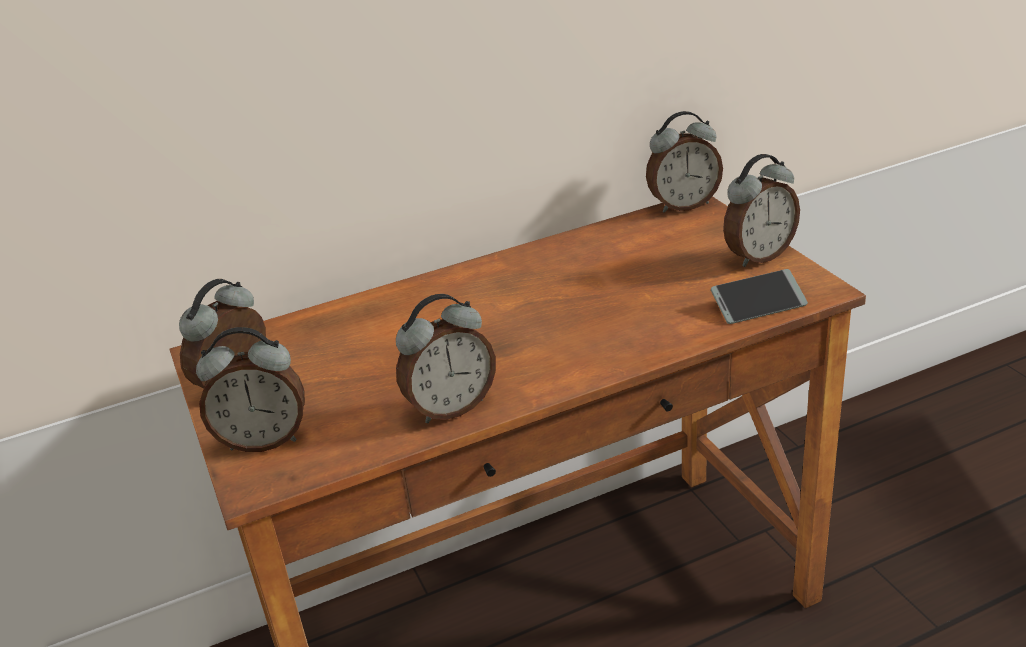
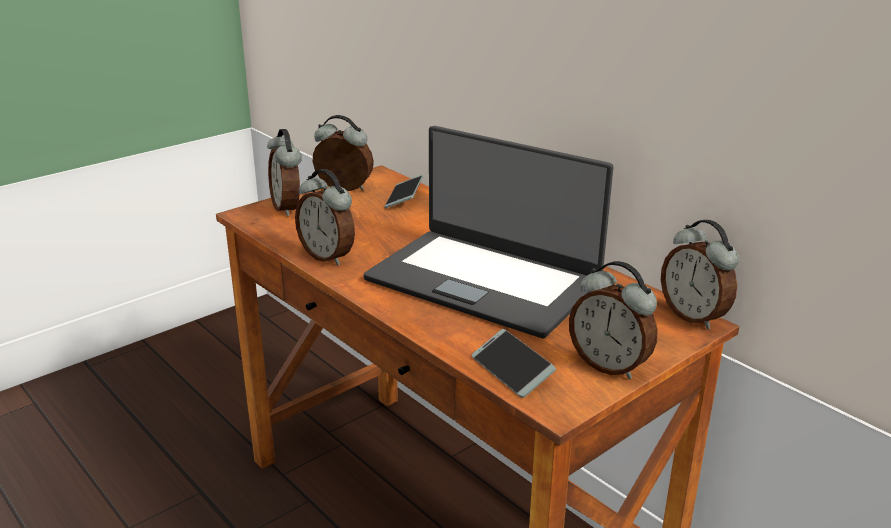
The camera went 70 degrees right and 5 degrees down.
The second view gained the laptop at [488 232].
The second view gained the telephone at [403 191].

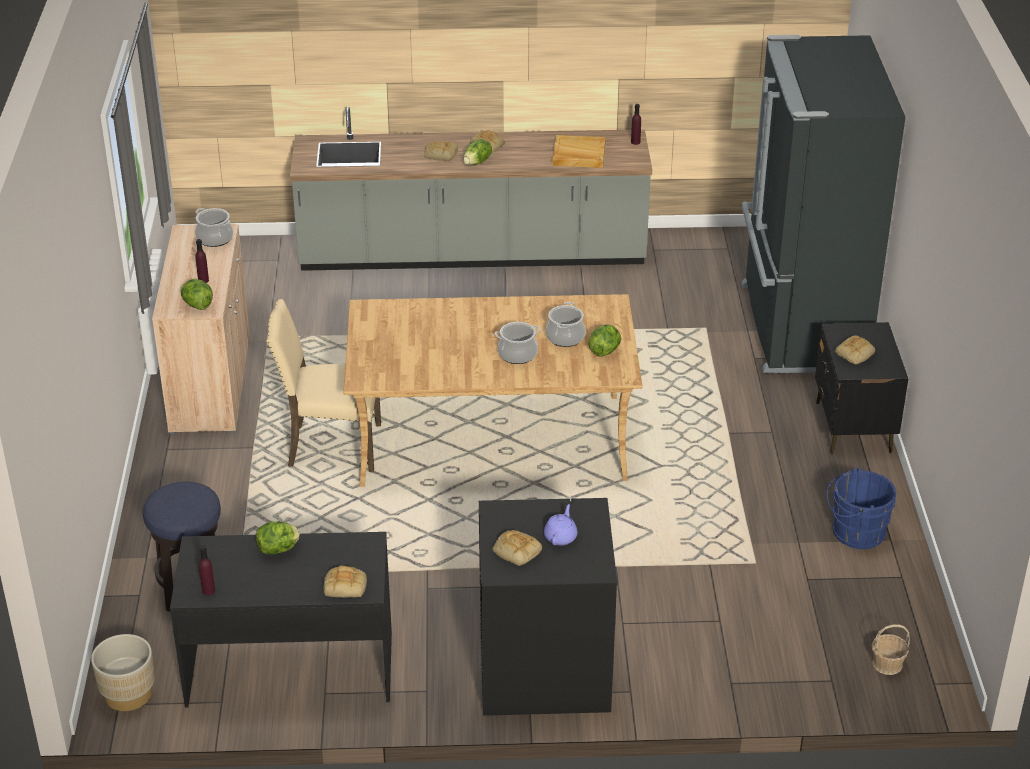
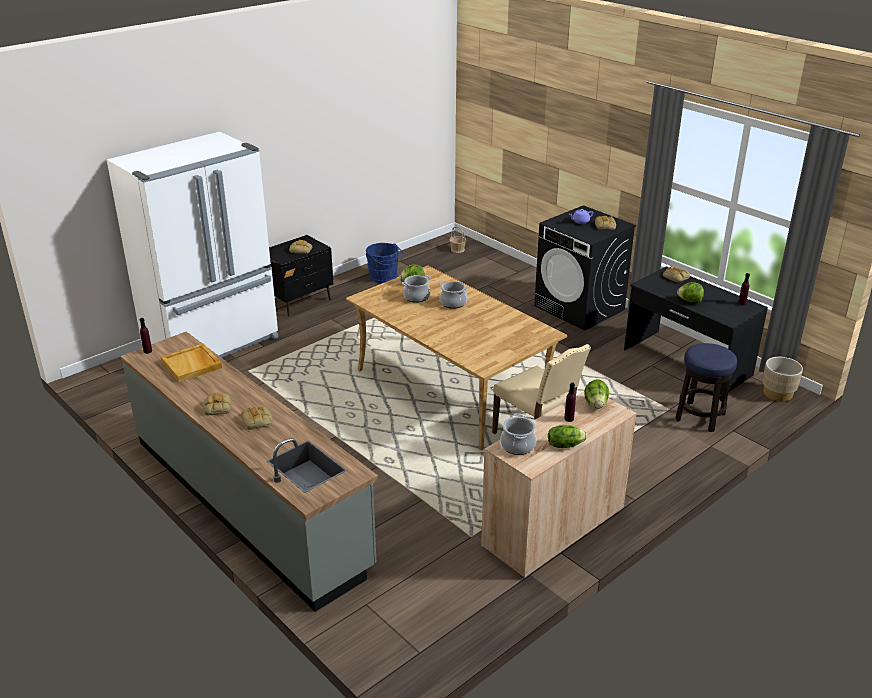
The camera went 130 degrees left and 5 degrees down.
The lettuce ended up elsewhere, having gone from [477 152] to [567 436].
What was the black-coloured kitchen fridge at [823 204] turned into the white-coloured kitchen fridge at [193 245].

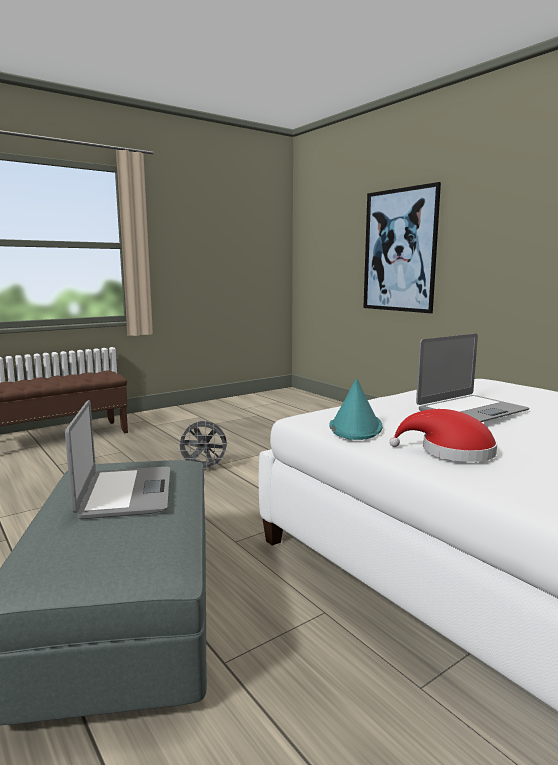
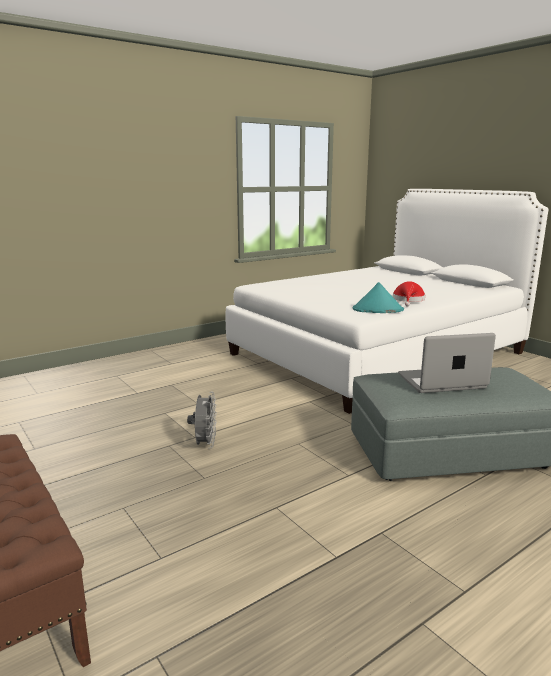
The camera went 90 degrees left and 5 degrees up.
The second view lost the wall art at [402 247].
The second view lost the laptop at [472 378].

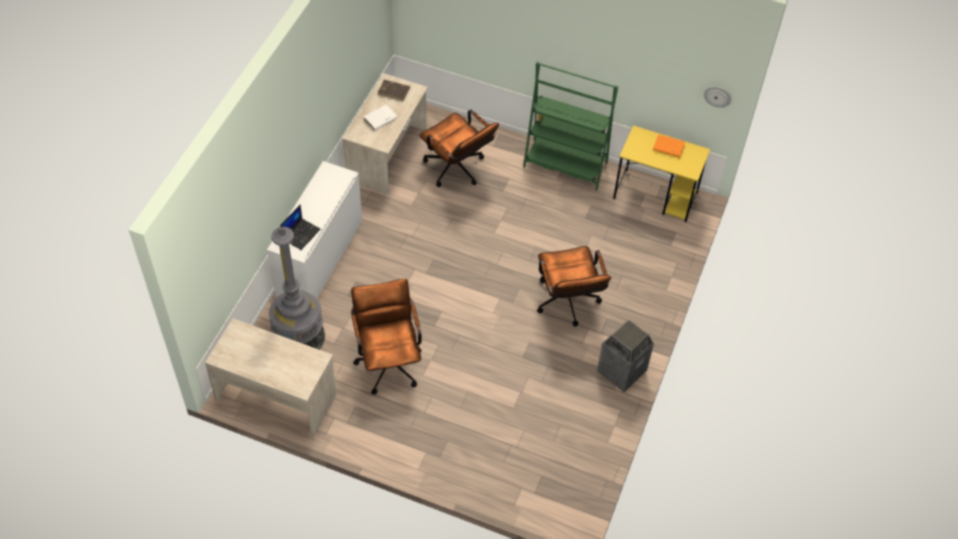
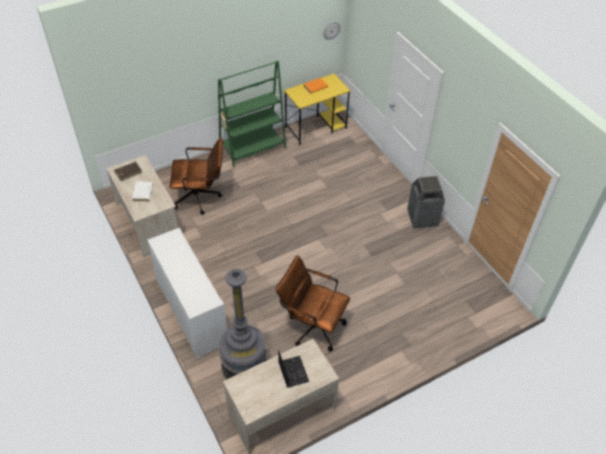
The camera went 50 degrees left and 5 degrees down.
The second view lost the brown-coloured computer chair at [574 286].
The laptop ended up elsewhere, having gone from [300 227] to [293 369].

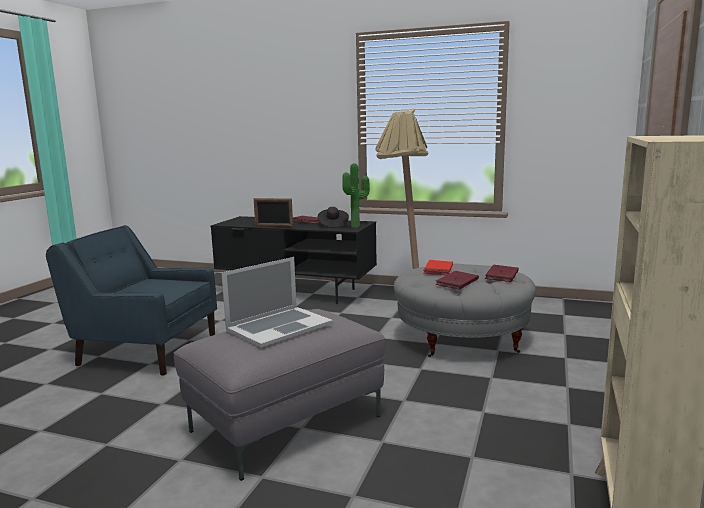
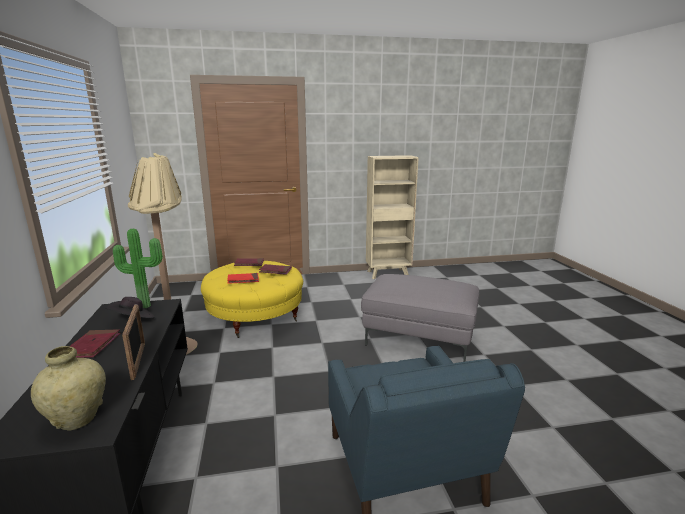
The camera went 120 degrees left and 5 degrees up.
The second view lost the laptop at [277 302].
The second view gained the beige decorative vase at [68 388].
What was the greyish pouffe at [465 310] turned into the yellowish pouffe at [252 299].

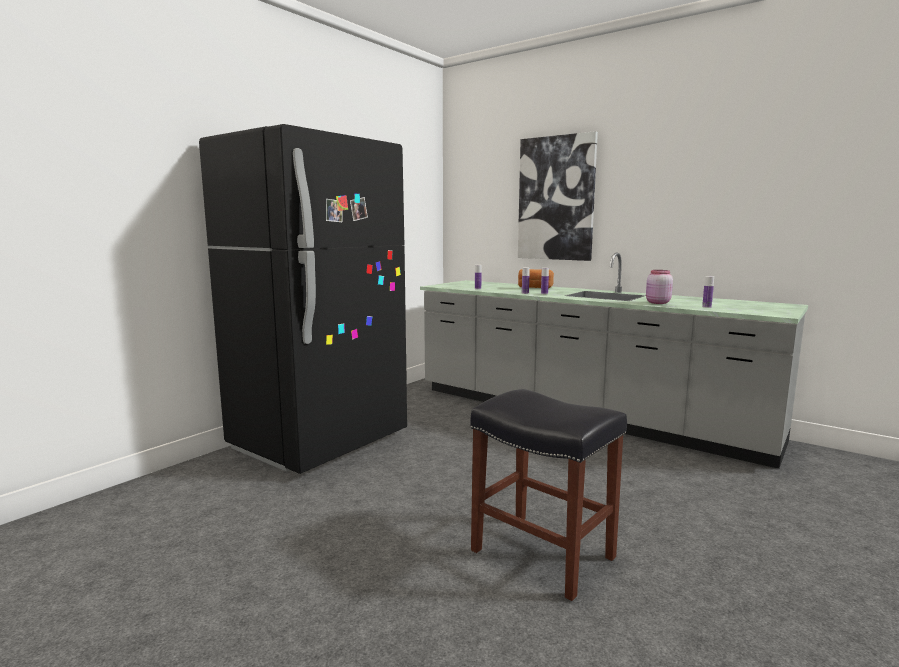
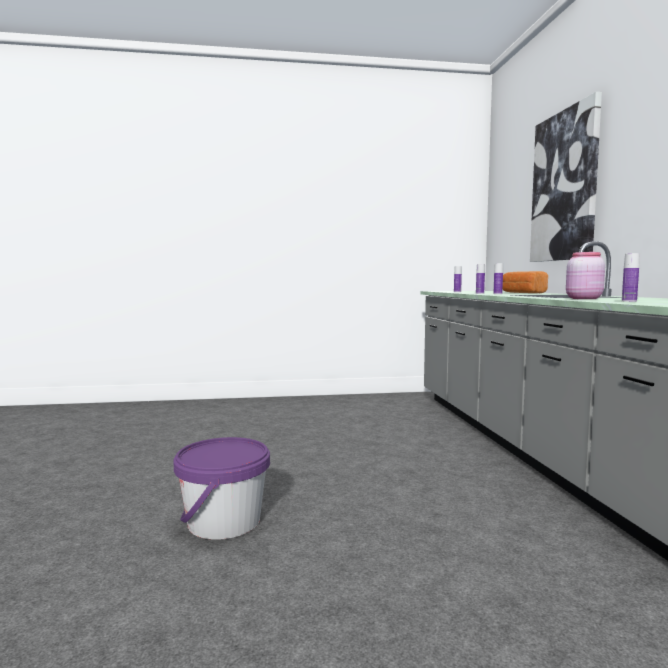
The camera went 45 degrees right and 5 degrees down.
The second view lost the black-coloured kitchen fridge at [303 299].
Where the black-coloured stool seat stood at [549 495], the purple-coloured water bucket came to stand at [222 488].

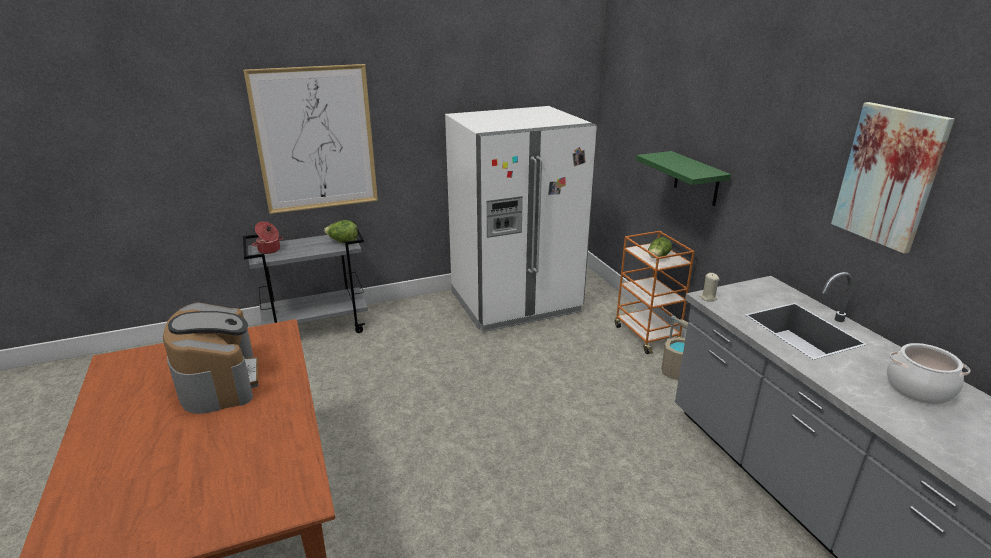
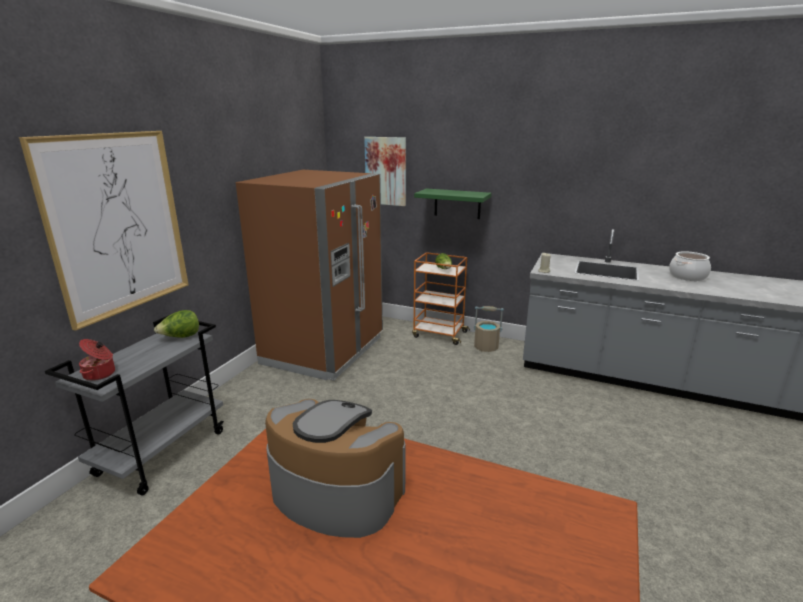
The camera went 45 degrees left and 5 degrees down.
The wall art ended up elsewhere, having gone from [893 178] to [385 171].
What was the white-coloured kitchen fridge at [521 219] turned into the brown-coloured kitchen fridge at [309 275].

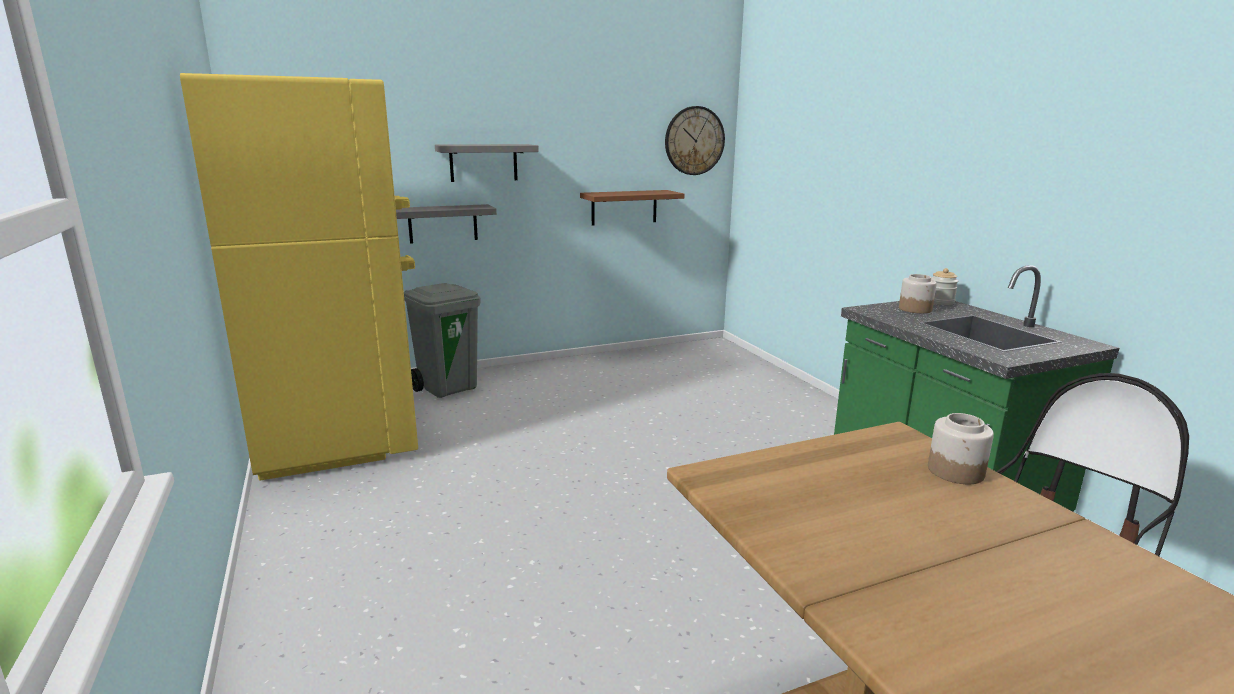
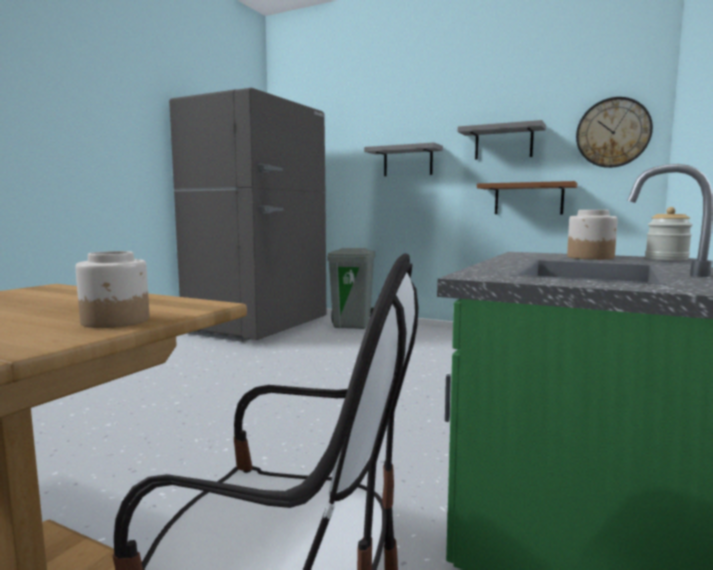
The camera went 50 degrees right and 10 degrees down.
The greyish shelf ended up elsewhere, having gone from [446 224] to [502 140].
What was the yellowish kitchen fridge at [299 276] turned into the greyish kitchen fridge at [247 215].

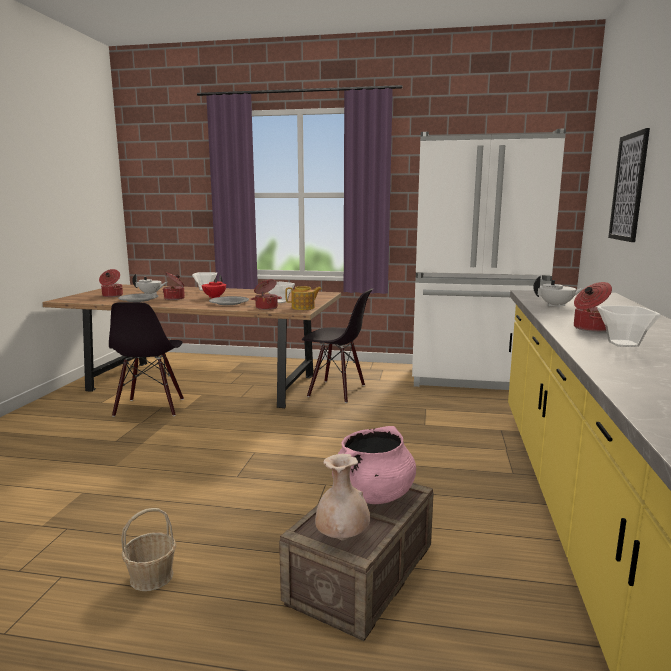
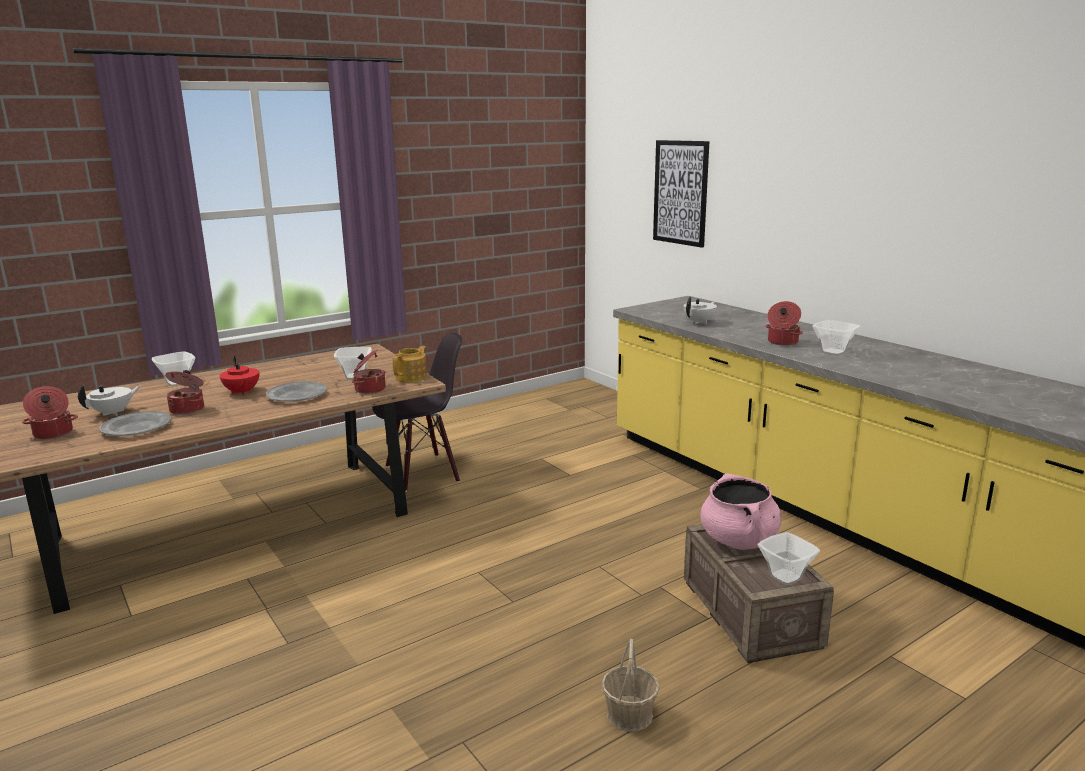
The camera went 45 degrees left and 5 degrees up.
The second view lost the black-coloured upright chair at [146 359].
The second view lost the white-coloured kitchen fridge at [489 259].
Where the beige decorative vase stood at [342 497], the bowl came to stand at [788 558].

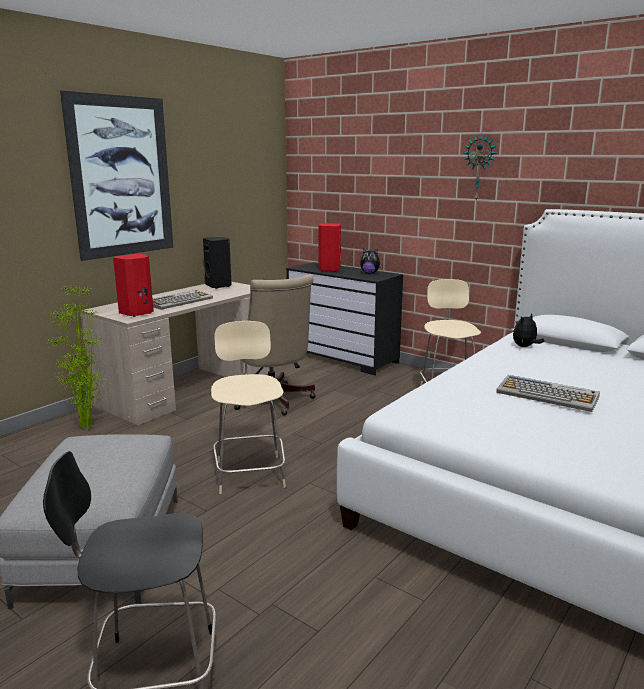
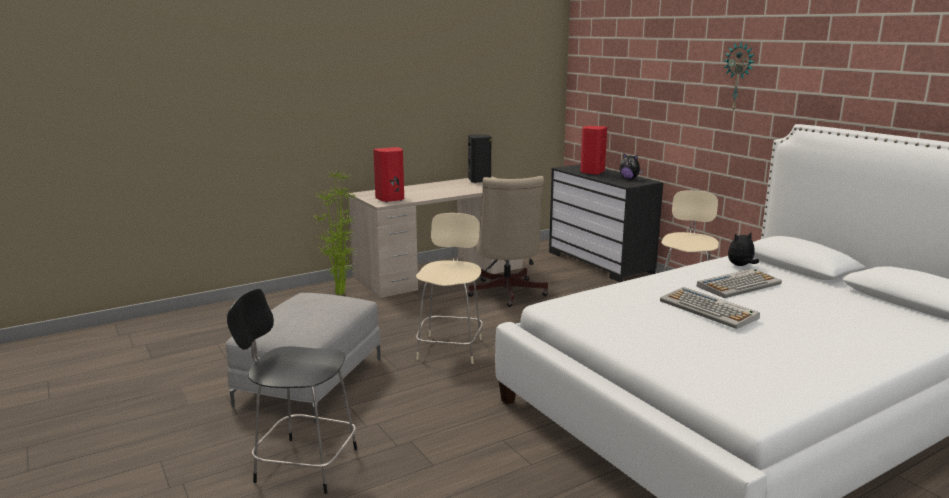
The camera went 20 degrees right and 0 degrees up.
The second view lost the wall art at [117 176].
The computer keyboard ended up elsewhere, having gone from [183 300] to [739 283].

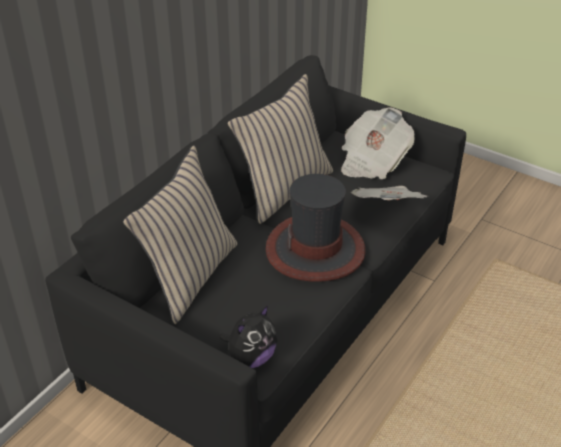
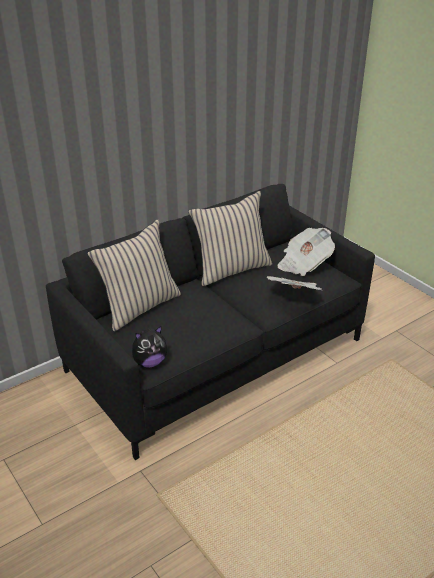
The camera went 20 degrees right and 5 degrees down.
The second view lost the wearable hat at [315 228].

